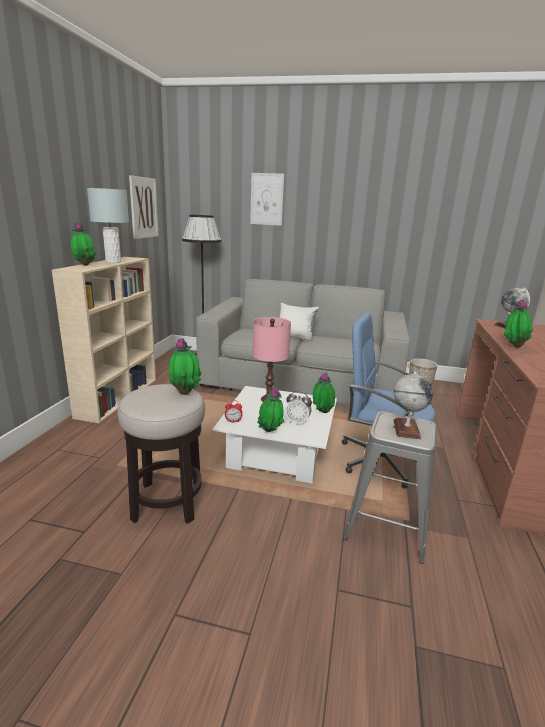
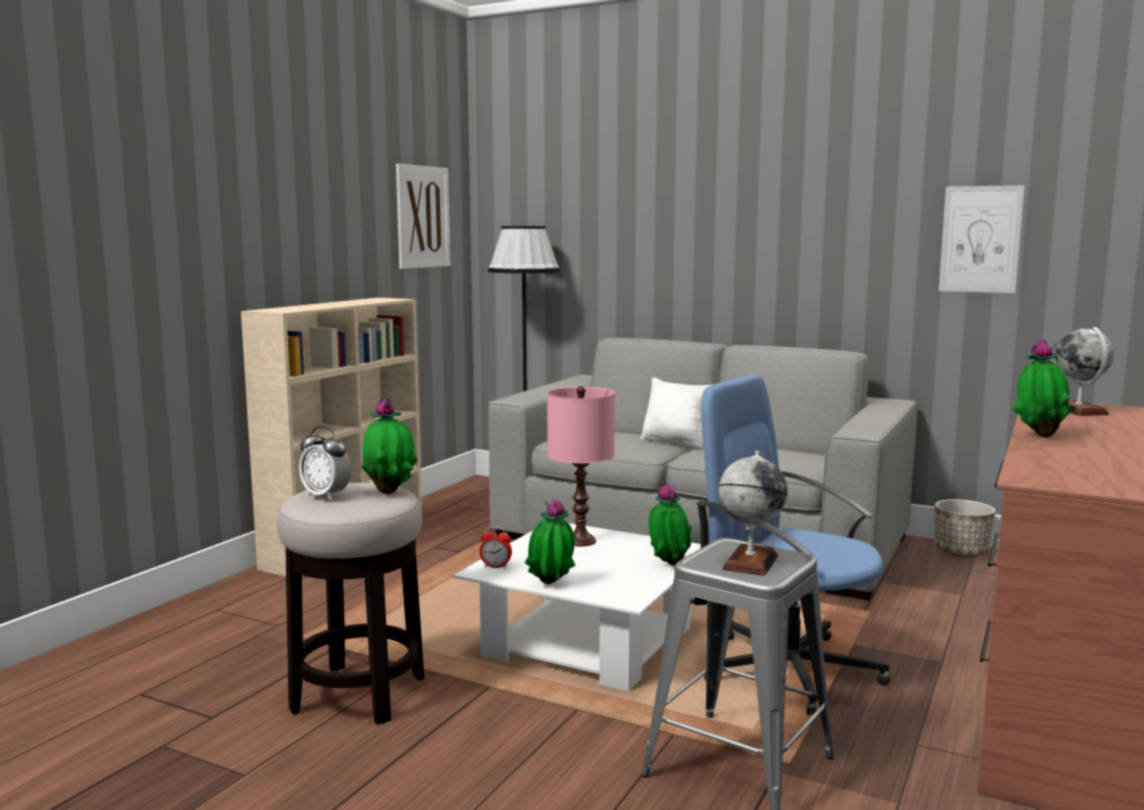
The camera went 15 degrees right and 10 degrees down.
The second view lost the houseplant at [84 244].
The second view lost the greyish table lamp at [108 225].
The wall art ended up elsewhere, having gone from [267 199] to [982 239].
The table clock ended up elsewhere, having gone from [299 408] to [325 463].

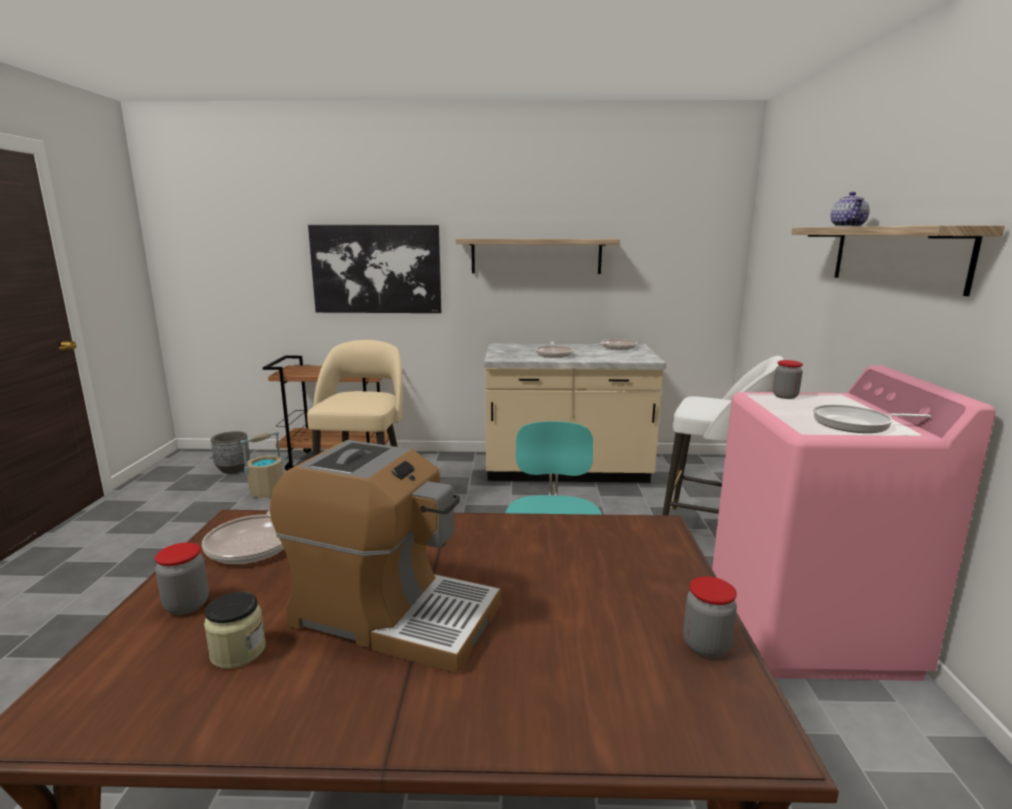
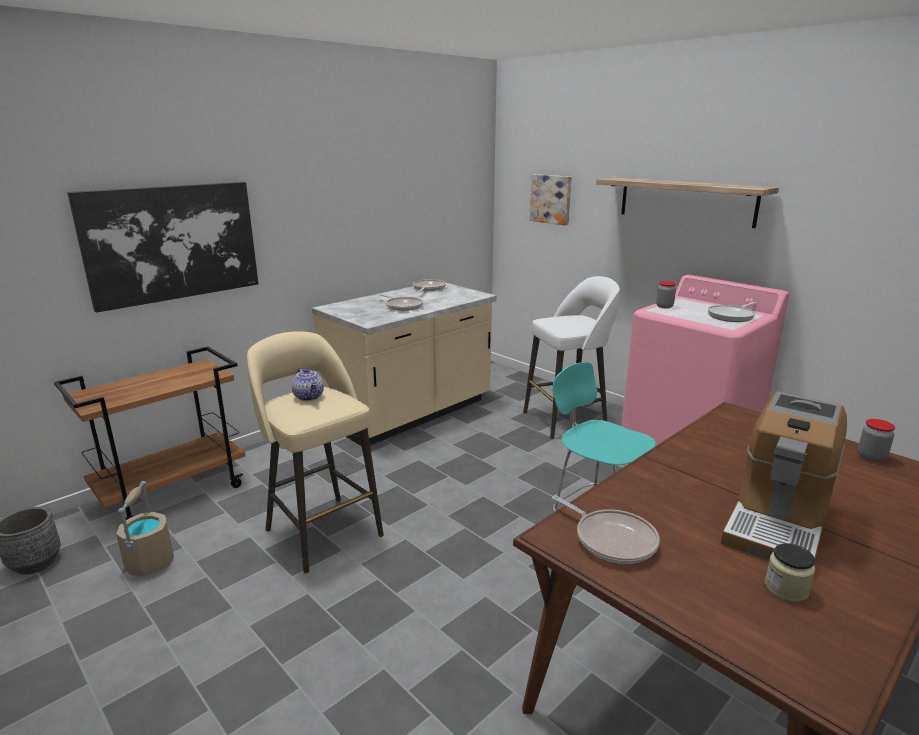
The camera went 45 degrees left and 5 degrees up.
The second view lost the storage jar at [182 578].
The second view lost the shelf at [538 256].
The second view gained the wall art at [551 199].
The pot for tea ended up elsewhere, having gone from [850 209] to [308 384].
The coffee maker at [385 557] ended up facing another way, 150 degrees clockwise from before.

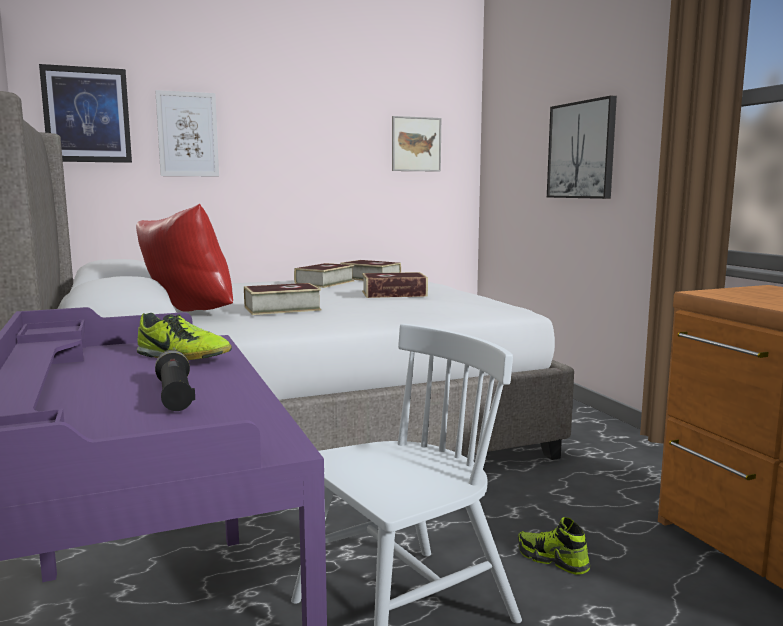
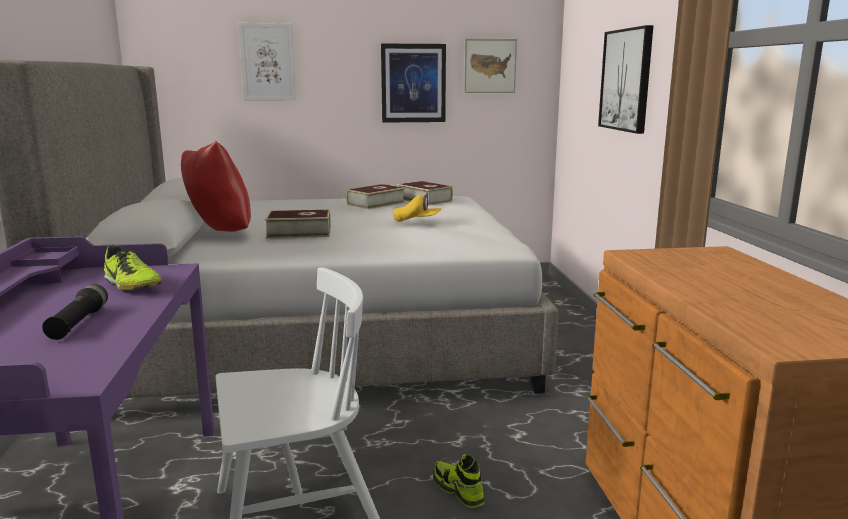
The camera went 15 degrees right and 5 degrees up.
The wall art ended up elsewhere, having gone from [85 113] to [413 83].
Where the book stood at [395 285], the yellowish baseball cap came to stand at [417 207].

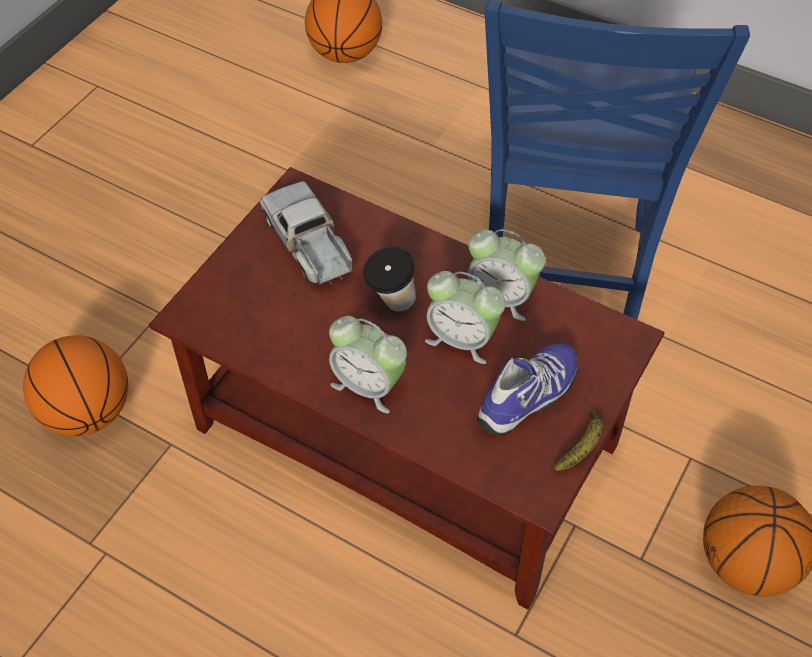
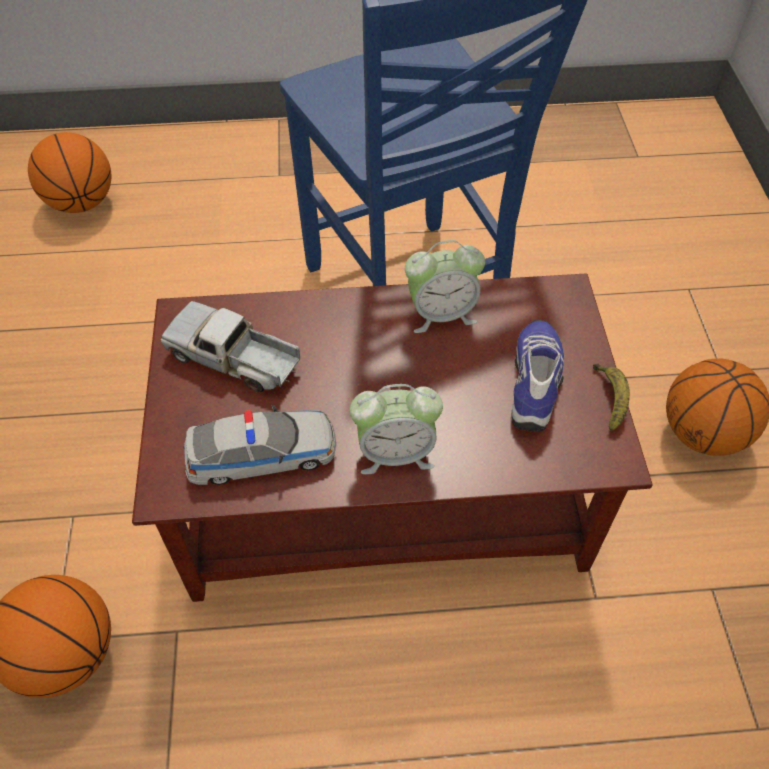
The camera went 35 degrees left and 0 degrees up.
The second view lost the cup at [389 279].
The second view lost the table clock at [465 317].
The second view gained the toy car at [259 445].

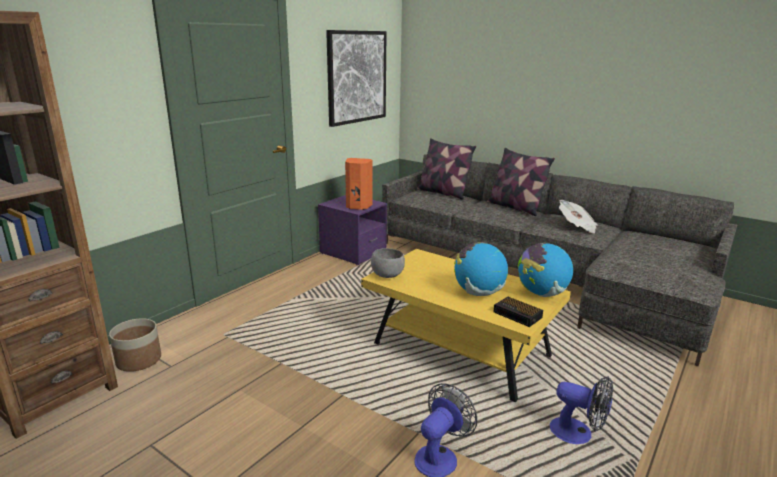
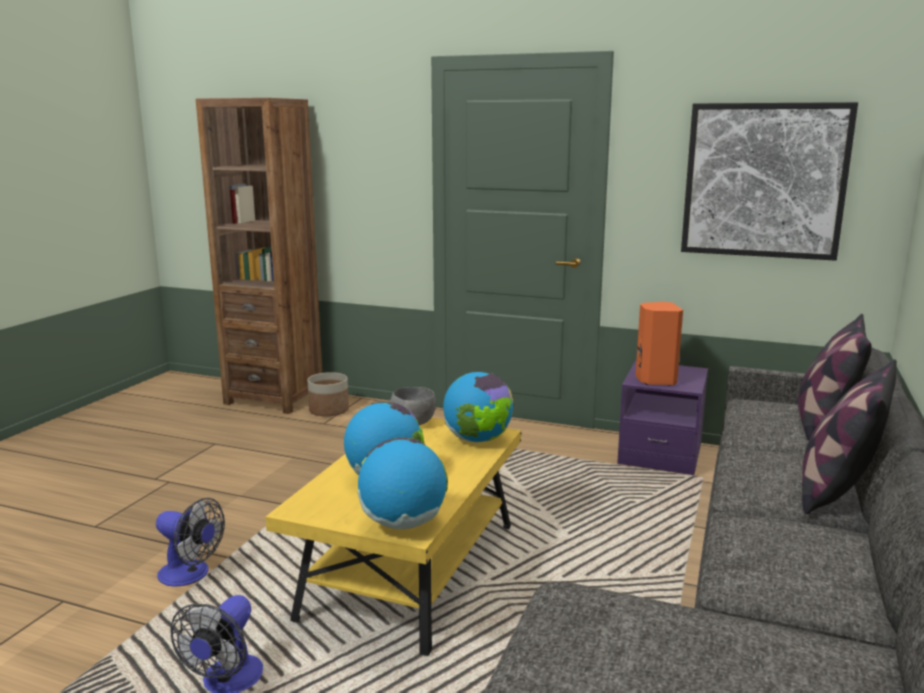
The camera went 75 degrees right and 5 degrees down.
The second view lost the table clock at [518 312].
The second view lost the newspaper at [578 217].
The second view gained the desk globe at [478 407].

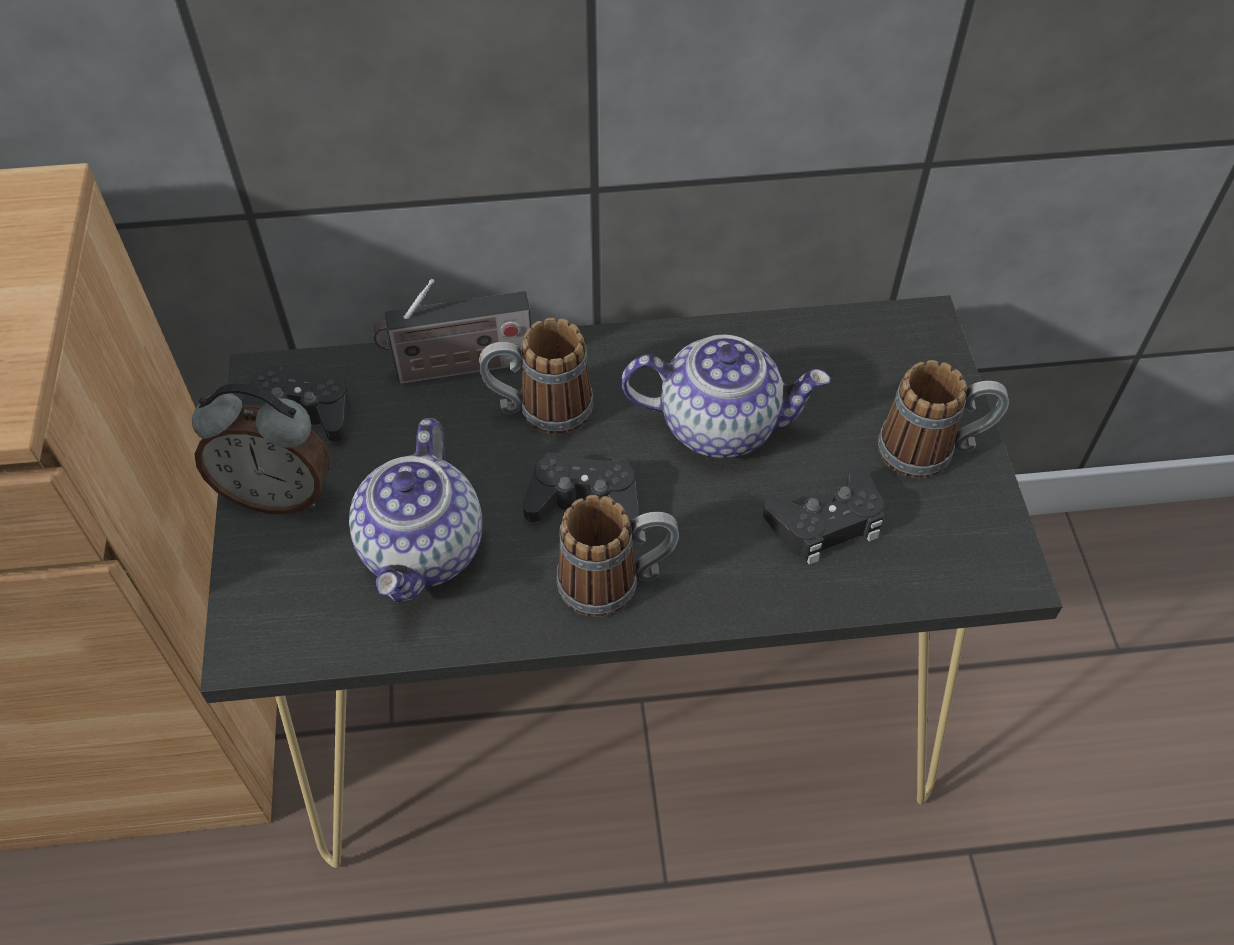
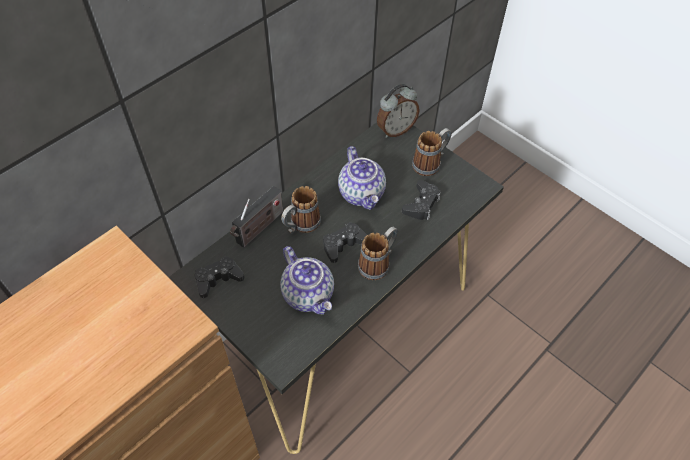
The camera went 40 degrees left and 0 degrees up.
The table clock ended up elsewhere, having gone from [261 448] to [398 111].
The pot for tea at [726 396] ended up facing another way, 105 degrees clockwise from before.

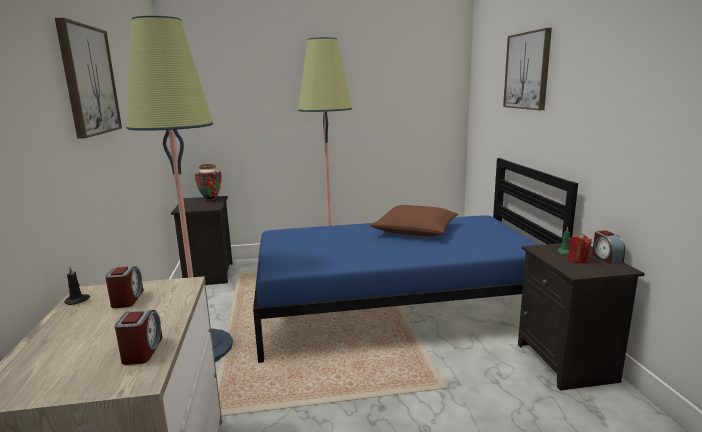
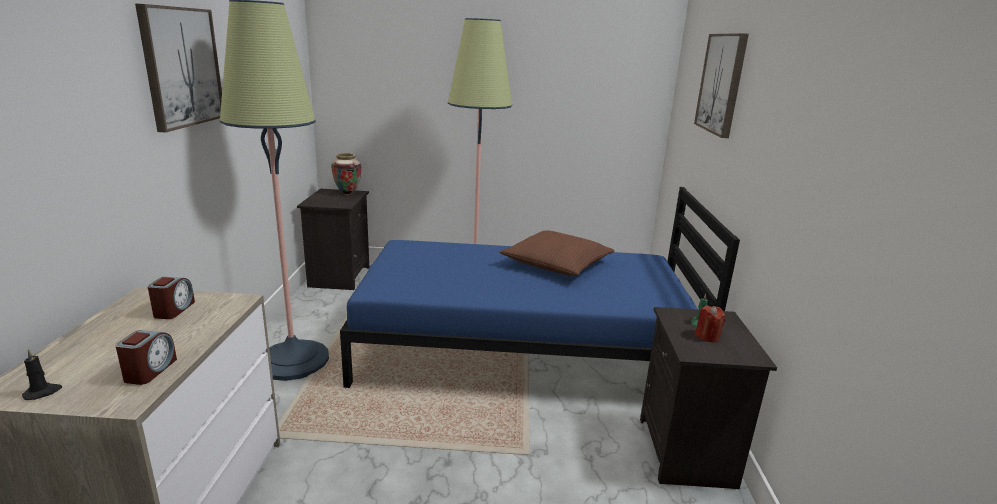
The camera went 10 degrees right and 5 degrees up.
The second view lost the table clock at [608 247].
The black-coloured wax candle ended up elsewhere, having gone from [77 285] to [42 374].

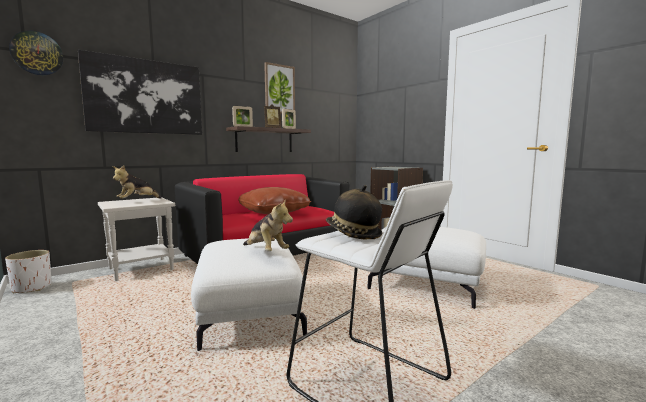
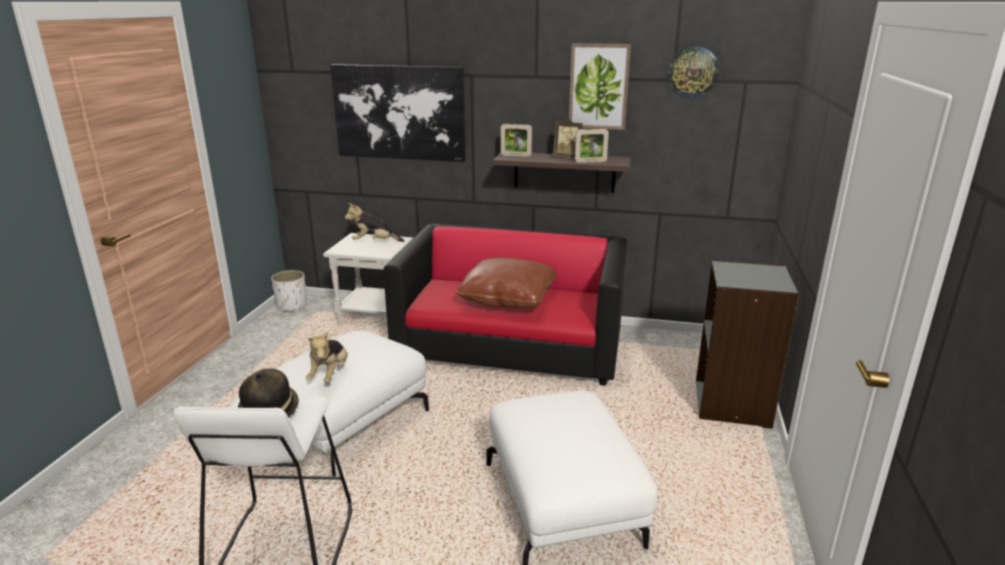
The camera went 50 degrees right and 15 degrees up.
The wall clock ended up elsewhere, having gone from [36 53] to [693 72].

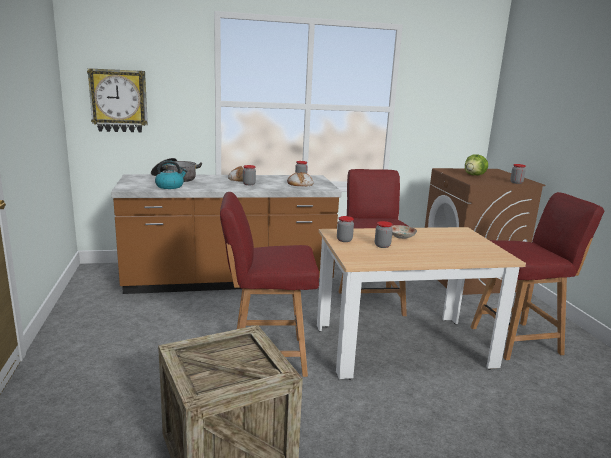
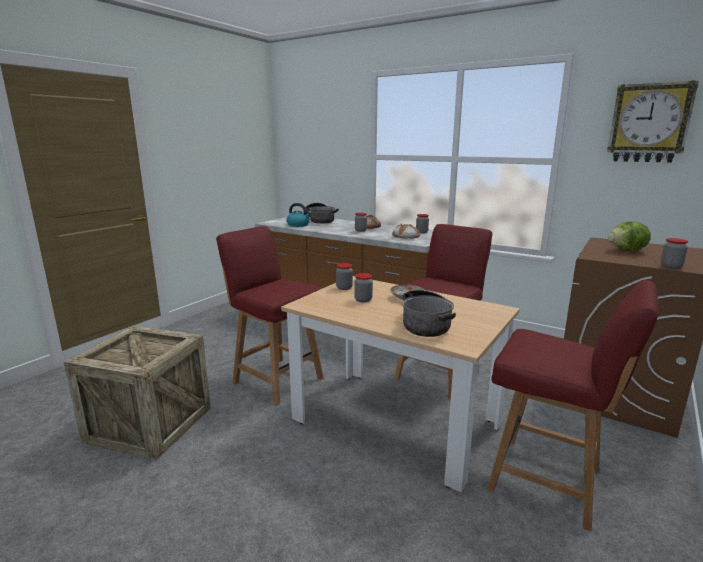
The camera went 45 degrees right and 0 degrees up.
The second view gained the stockpot at [429 313].
The wall clock ended up elsewhere, having gone from [117 100] to [653 121].

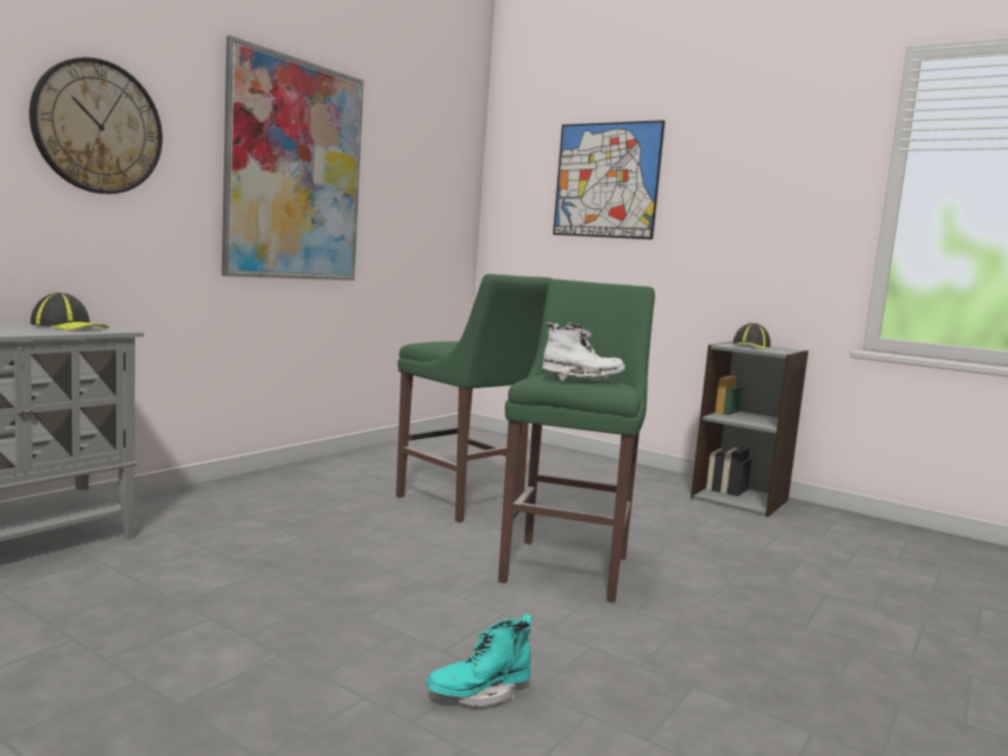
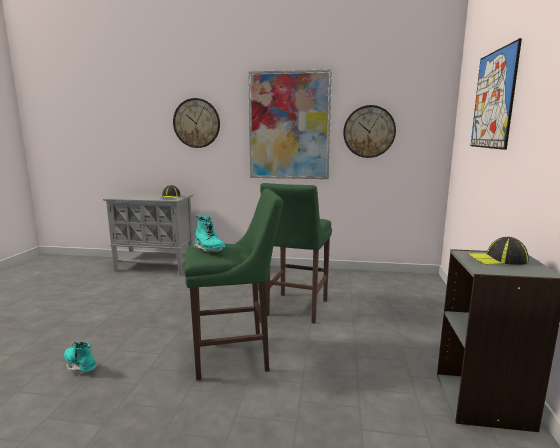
The camera went 65 degrees right and 5 degrees up.
The second view gained the wall clock at [369 131].
What was the white-coloured high-top boot at [583 351] turned into the turquoise-coloured high-top boot at [209 233].

